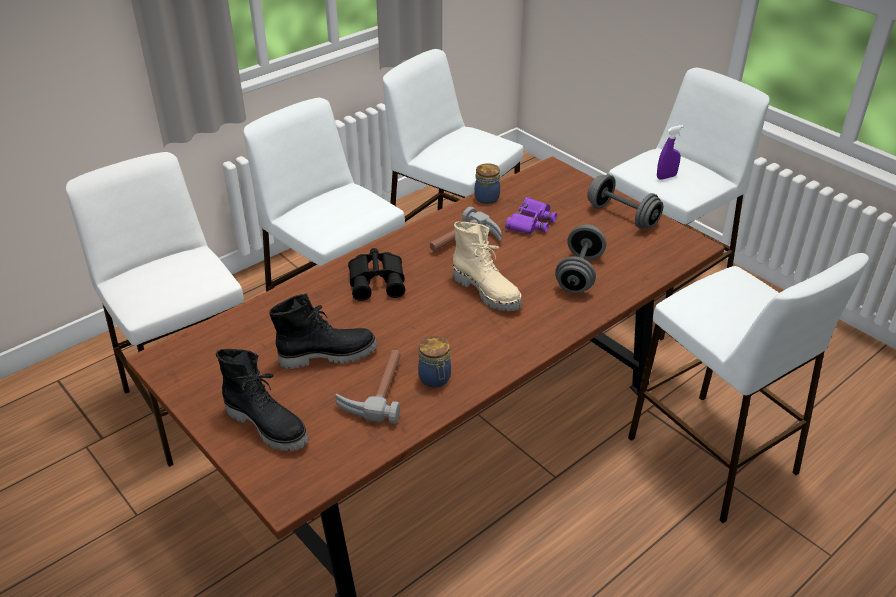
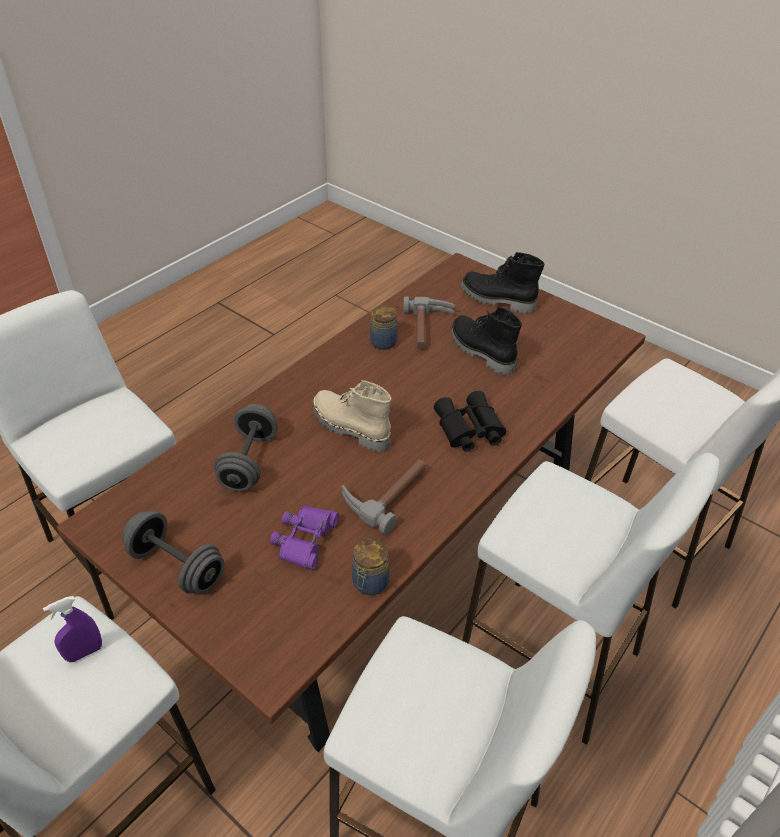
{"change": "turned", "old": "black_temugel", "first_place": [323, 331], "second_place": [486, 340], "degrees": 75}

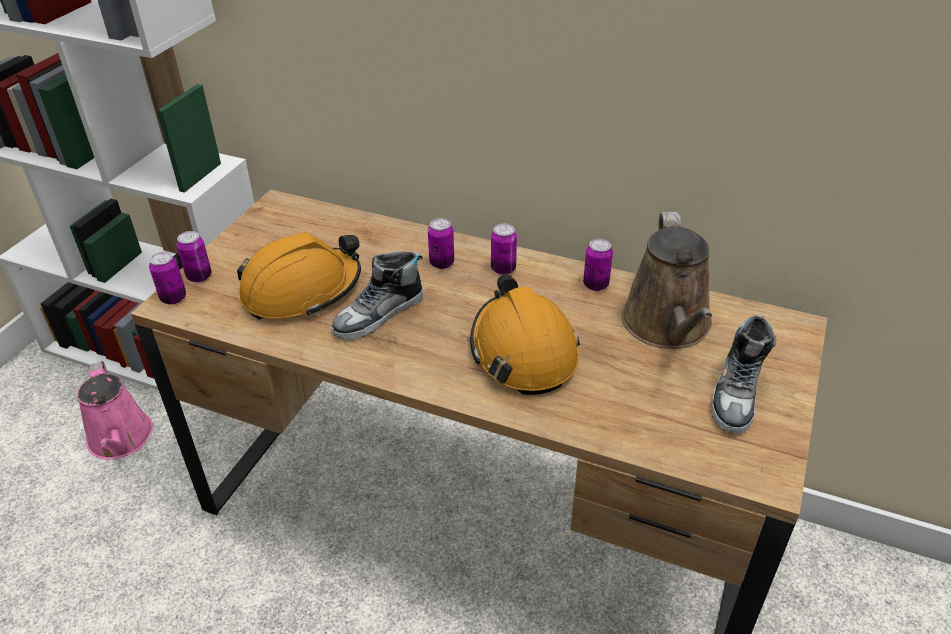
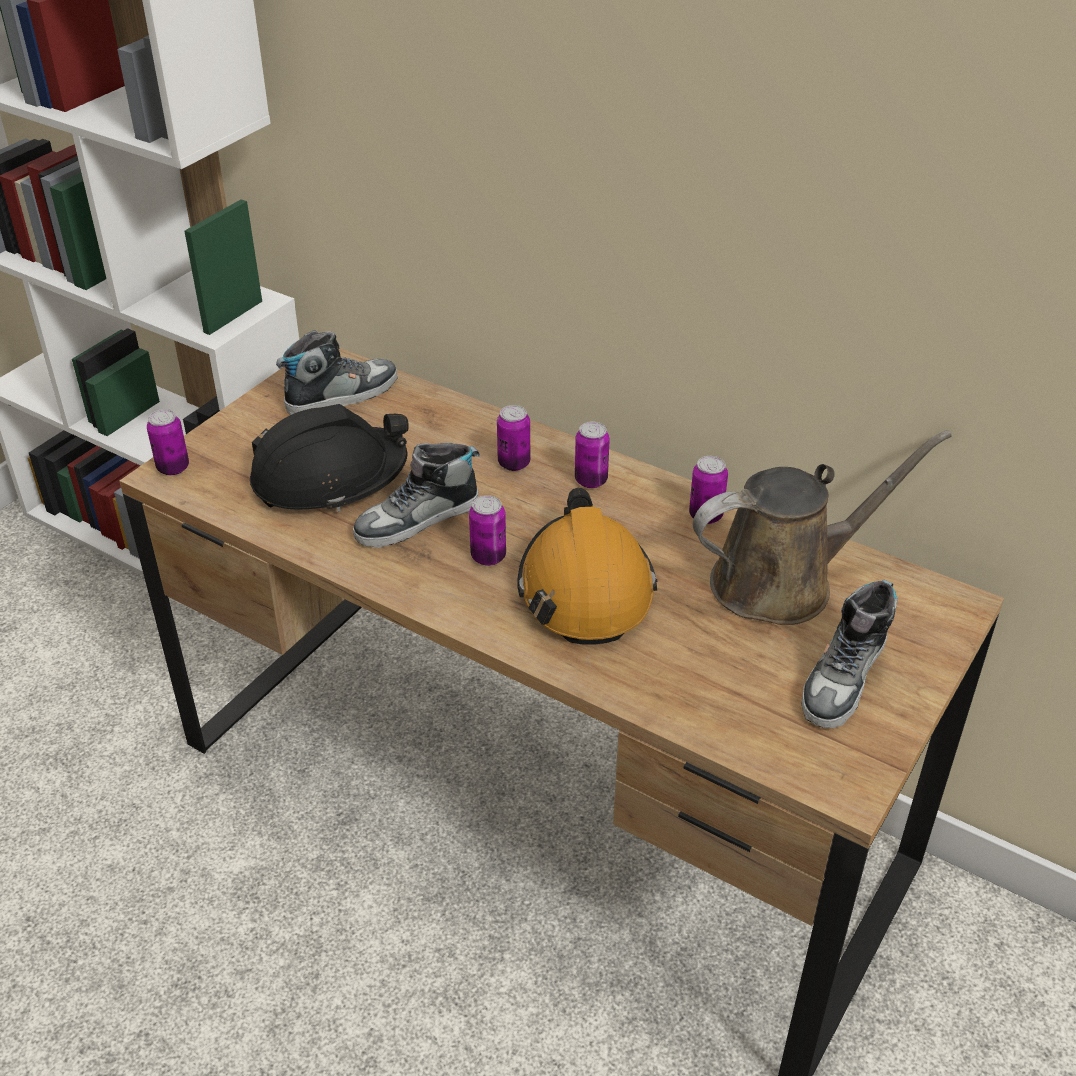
{"change": "turned", "old": "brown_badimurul", "first_place": [666, 280], "second_place": [822, 527], "degrees": -120}
{"change": "moved", "old": "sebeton", "first_place": [194, 256], "second_place": [487, 530]}
{"change": "recoloured", "old": "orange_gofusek", "new": "black_gofusek", "first_place": [299, 275], "second_place": [329, 458]}
{"change": "removed", "old": "pink_badimurul", "first_place": [115, 410]}
{"change": "added", "new": "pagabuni", "second_place": [337, 372]}

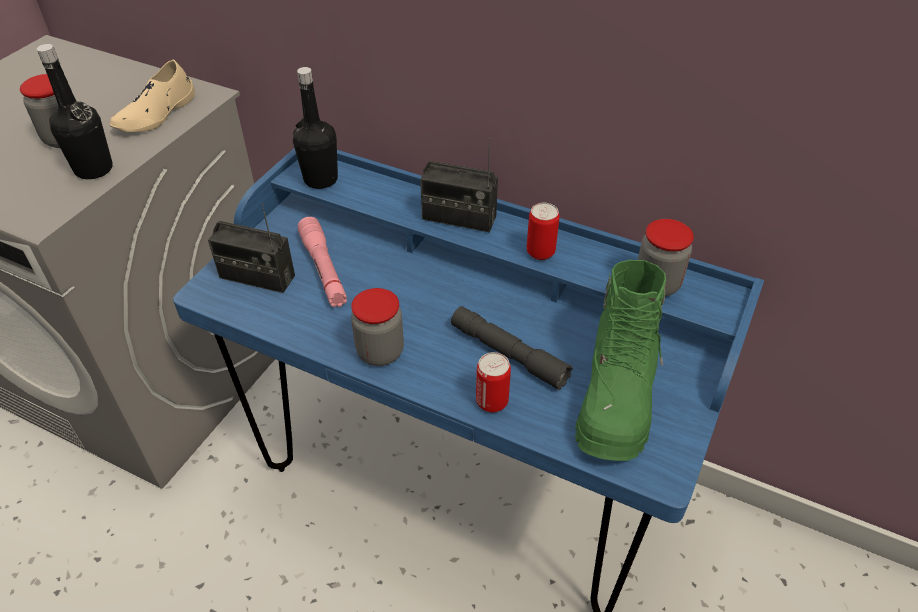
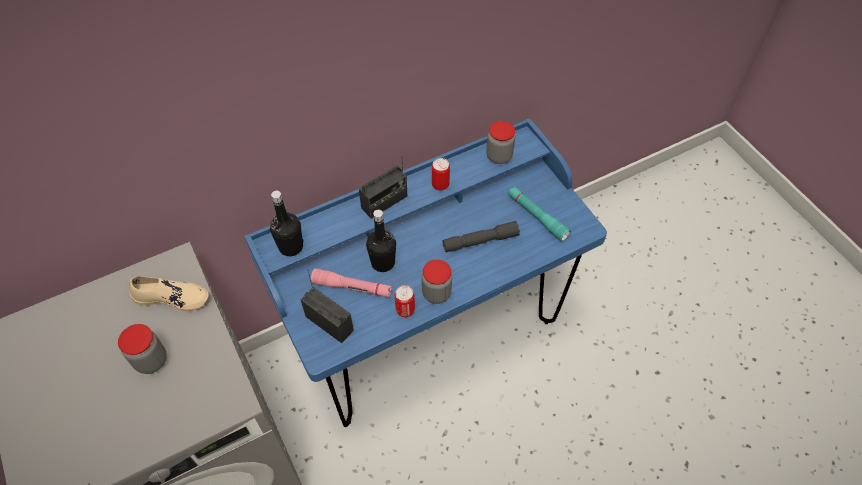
{"change": "moved", "old": "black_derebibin", "first_place": [75, 111], "second_place": [381, 241]}
{"change": "turned", "old": "beige_pagabuni", "first_place": [152, 96], "second_place": [169, 293], "degrees": -60}
{"change": "turned", "old": "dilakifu", "first_place": [251, 248], "second_place": [327, 306], "degrees": -105}
{"change": "replaced", "old": "green_temugel", "new": "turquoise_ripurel", "first_place": [620, 360], "second_place": [539, 214]}
{"change": "moved", "old": "sebeton", "first_place": [493, 382], "second_place": [405, 301]}

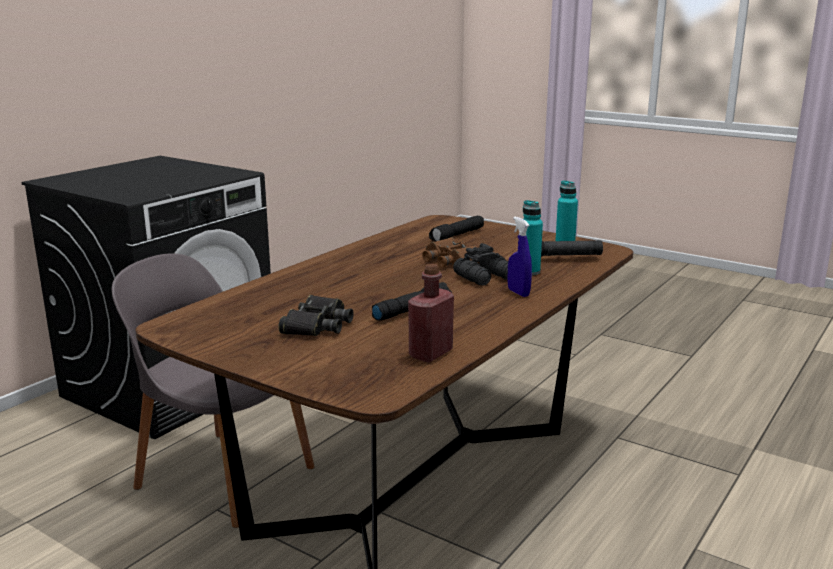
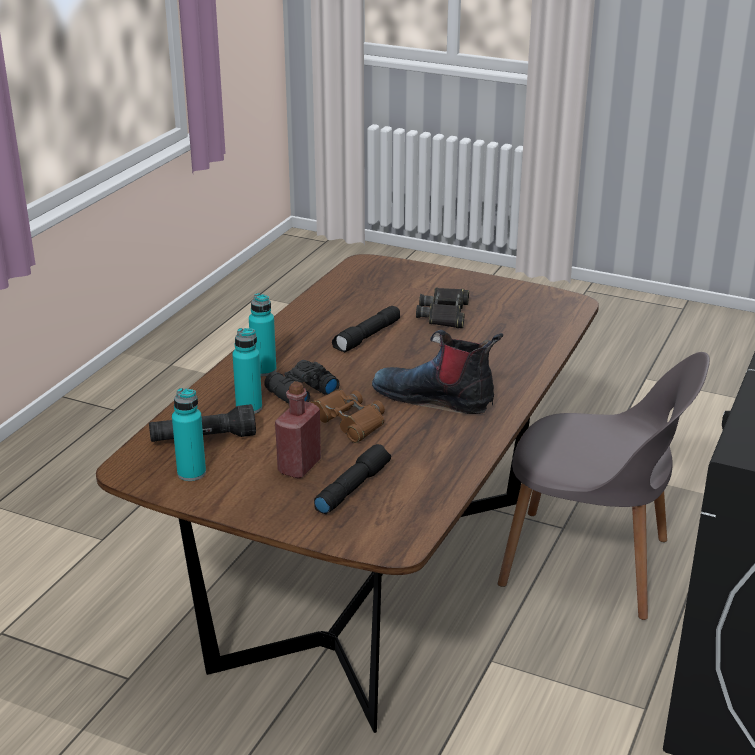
{"change": "replaced", "old": "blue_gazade", "new": "turquoise_derebibin", "first_place": [520, 257], "second_place": [262, 334]}
{"change": "moved", "old": "red_derebibin", "first_place": [431, 313], "second_place": [298, 430]}
{"change": "added", "new": "temugel", "second_place": [437, 372]}

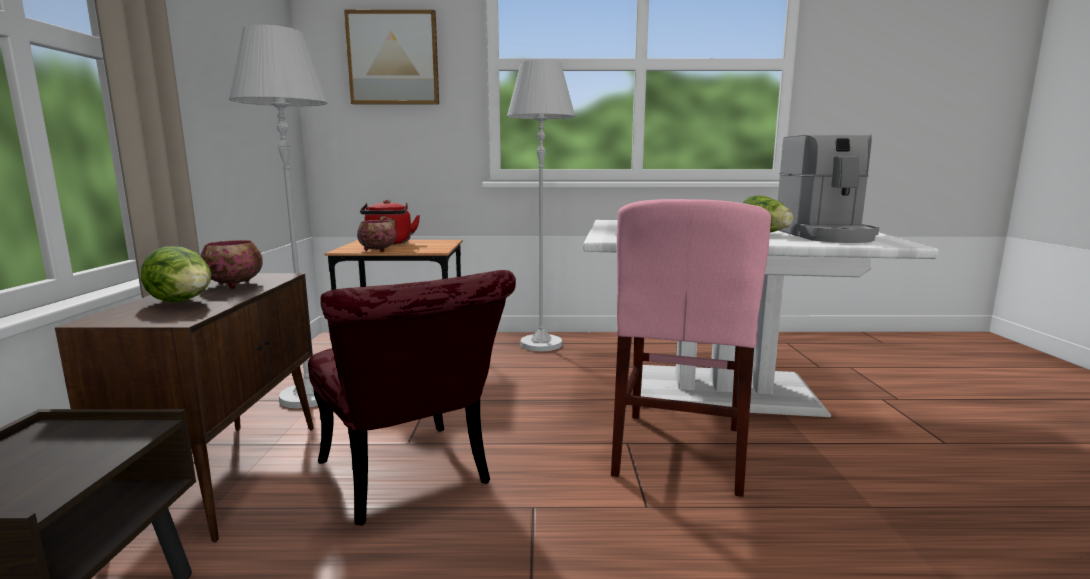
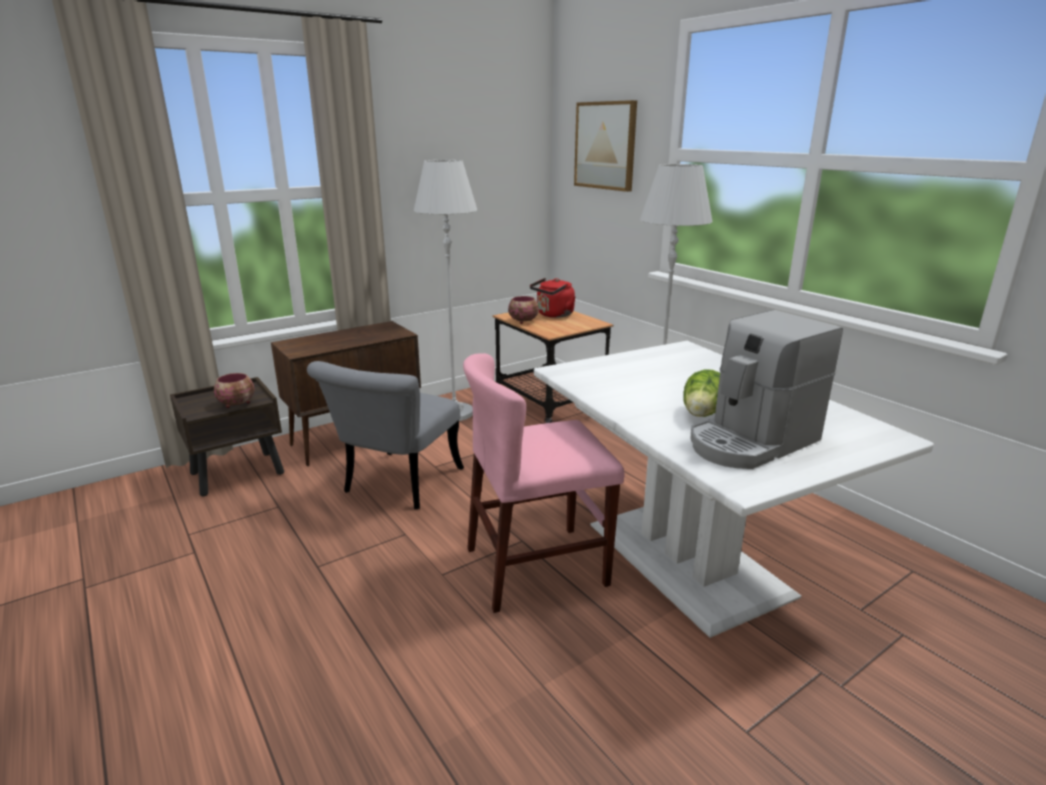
{"change": "moved", "old": "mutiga", "first_place": [231, 264], "second_place": [234, 390]}
{"change": "removed", "old": "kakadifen", "first_place": [176, 274]}
{"change": "recoloured", "old": "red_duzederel", "new": "grey_duzederel", "first_place": [412, 397], "second_place": [385, 435]}

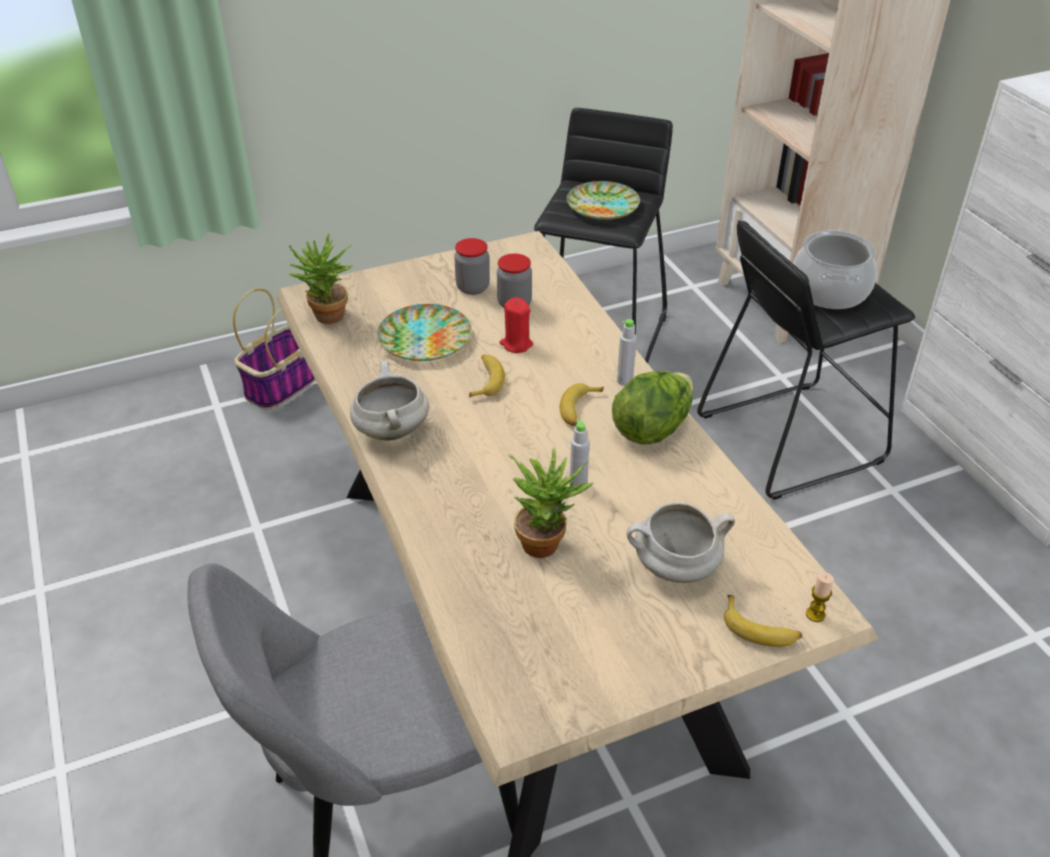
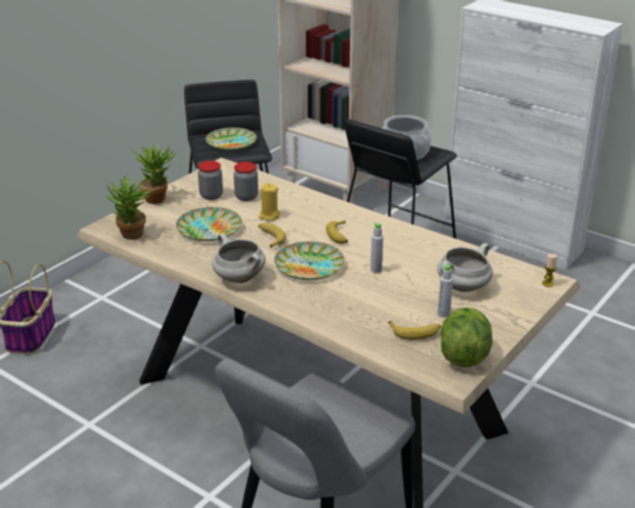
{"change": "recoloured", "old": "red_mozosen", "new": "yellow_mozosen", "first_place": [516, 325], "second_place": [270, 202]}
{"change": "moved", "old": "grey_derebibin", "first_place": [627, 352], "second_place": [445, 290]}
{"change": "moved", "old": "kakadifen", "first_place": [652, 407], "second_place": [467, 337]}
{"change": "moved", "old": "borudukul", "first_place": [550, 503], "second_place": [153, 174]}
{"change": "moved", "old": "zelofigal", "first_place": [763, 621], "second_place": [414, 330]}
{"change": "added", "new": "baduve", "second_place": [309, 260]}

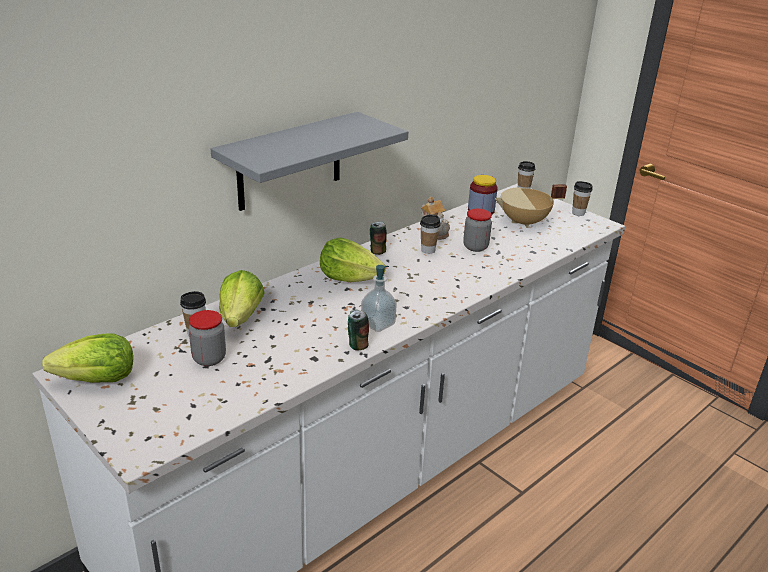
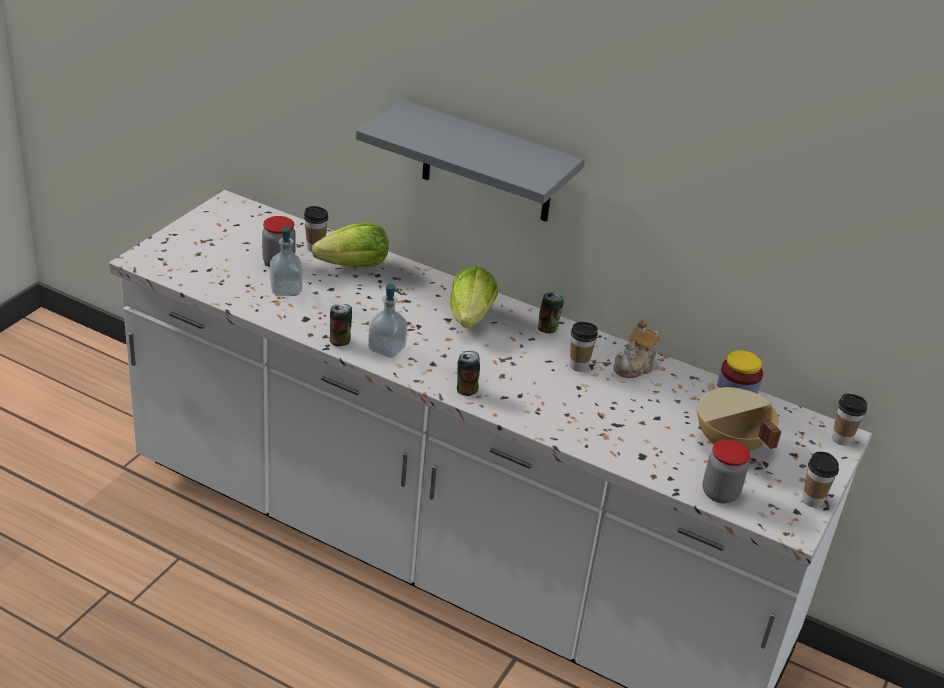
{"change": "moved", "old": "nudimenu", "first_place": [477, 230], "second_place": [726, 471]}
{"change": "removed", "old": "kakadifen", "first_place": [87, 358]}
{"change": "added", "new": "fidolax", "second_place": [286, 261]}
{"change": "added", "new": "sebeton", "second_place": [468, 373]}

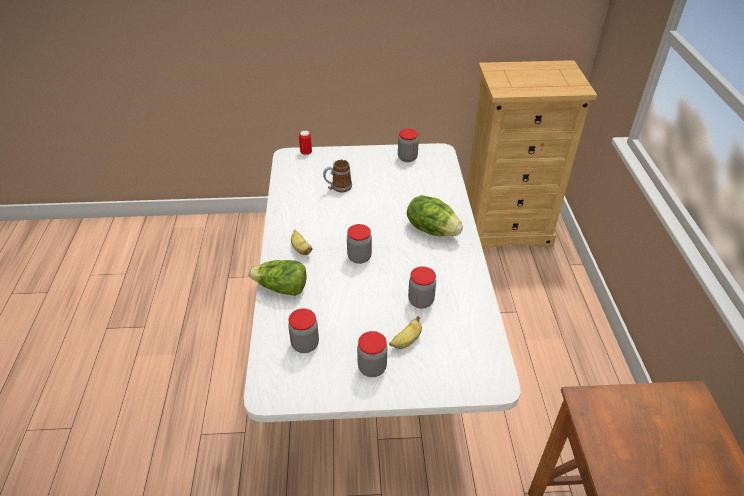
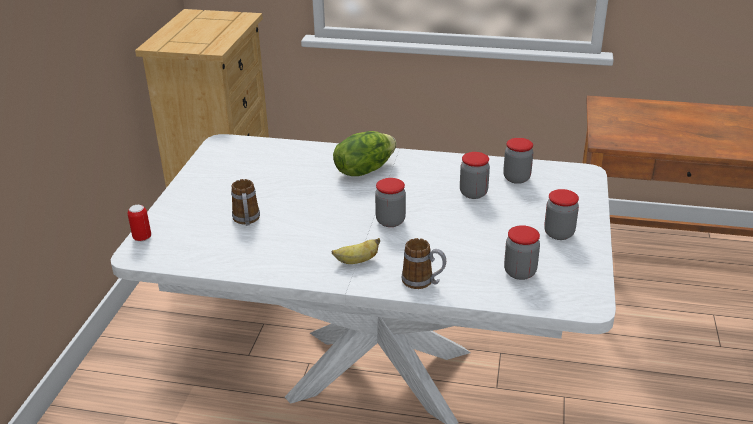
{"change": "moved", "old": "nudimenu", "first_place": [408, 145], "second_place": [518, 161]}
{"change": "replaced", "old": "kakadifen", "new": "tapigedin", "first_place": [277, 278], "second_place": [424, 263]}
{"change": "removed", "old": "zelofigal", "first_place": [405, 332]}

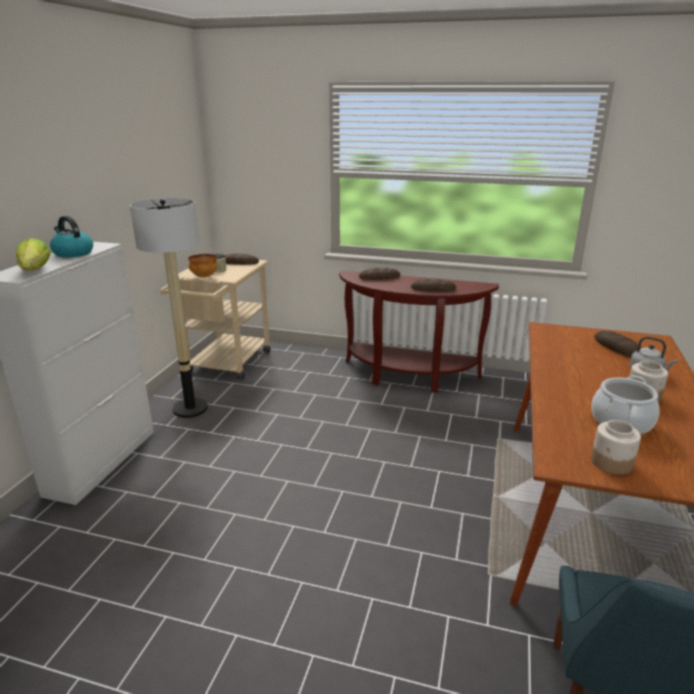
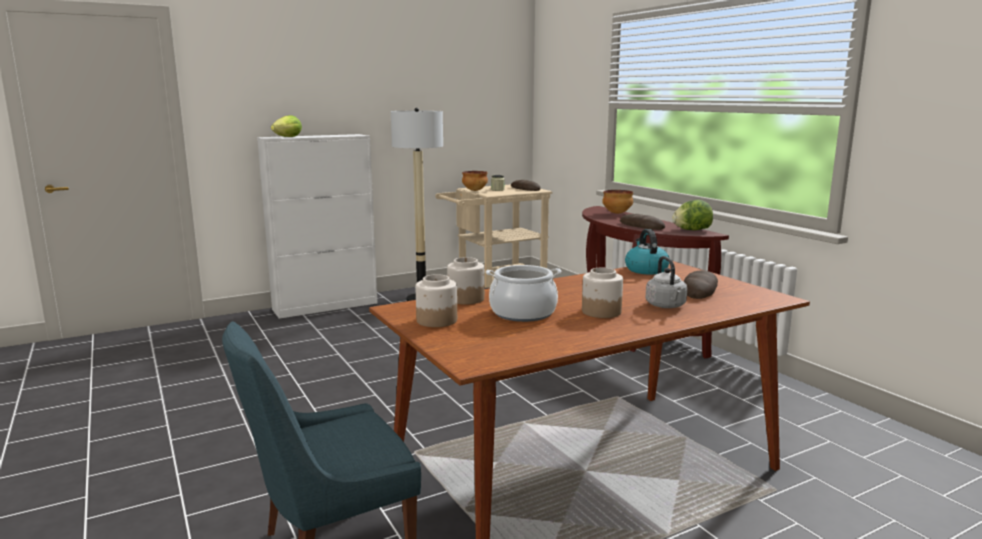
{"change": "moved", "old": "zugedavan", "first_place": [71, 237], "second_place": [647, 252]}
{"change": "replaced", "old": "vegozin", "new": "mutiga", "first_place": [379, 274], "second_place": [617, 202]}
{"change": "added", "new": "kakadifen", "second_place": [692, 215]}
{"change": "added", "new": "nudimenu", "second_place": [466, 281]}

